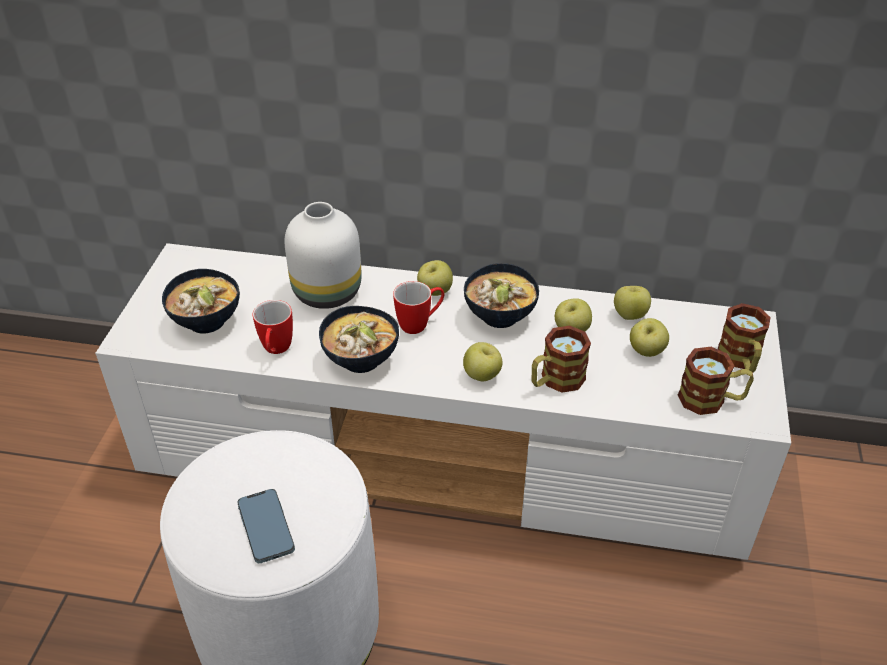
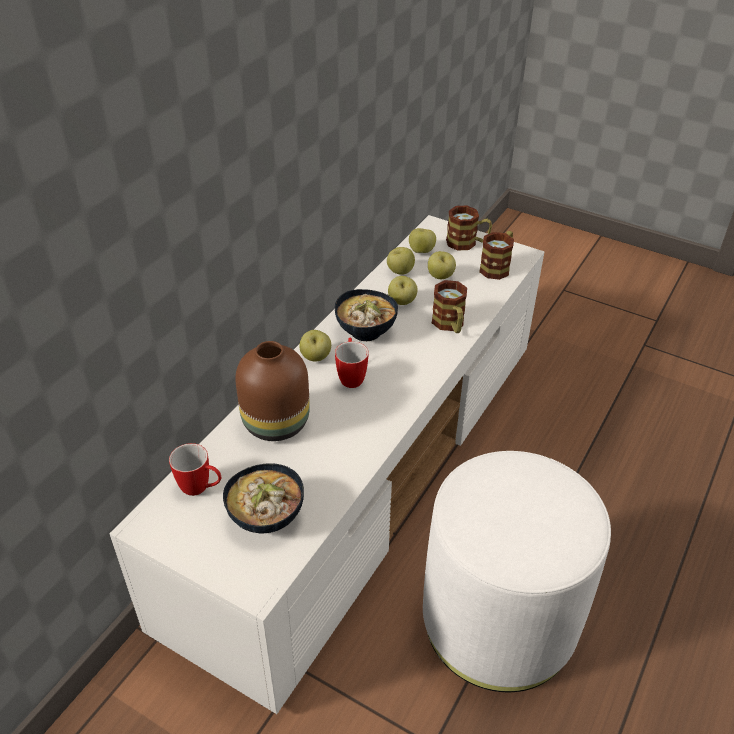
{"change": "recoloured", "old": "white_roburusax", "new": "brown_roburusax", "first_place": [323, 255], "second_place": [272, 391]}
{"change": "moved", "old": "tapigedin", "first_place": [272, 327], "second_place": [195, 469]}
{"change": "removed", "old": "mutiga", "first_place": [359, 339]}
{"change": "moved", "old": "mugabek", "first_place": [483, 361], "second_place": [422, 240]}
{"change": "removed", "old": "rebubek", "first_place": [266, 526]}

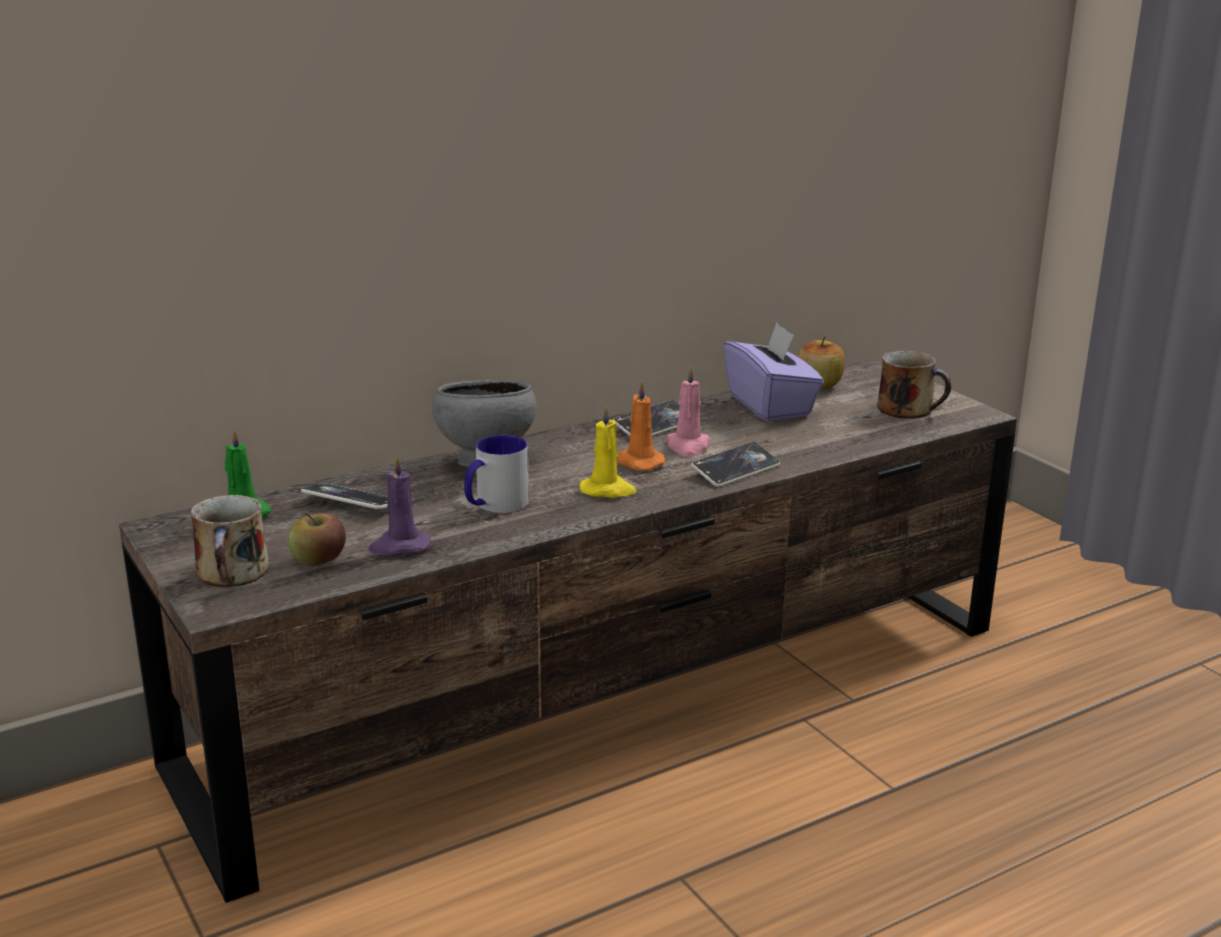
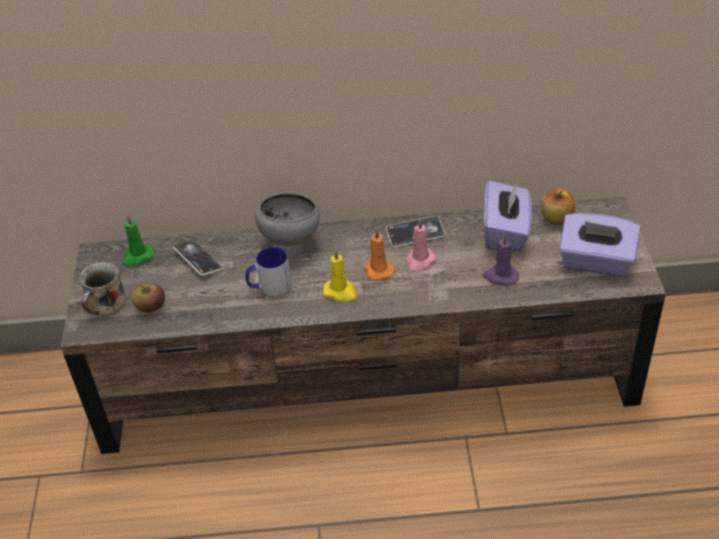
{"change": "replaced", "old": "tapigedin", "new": "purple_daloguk", "first_place": [914, 385], "second_place": [599, 245]}
{"change": "removed", "old": "rebubek", "first_place": [735, 464]}
{"change": "moved", "old": "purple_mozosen", "first_place": [399, 505], "second_place": [501, 260]}

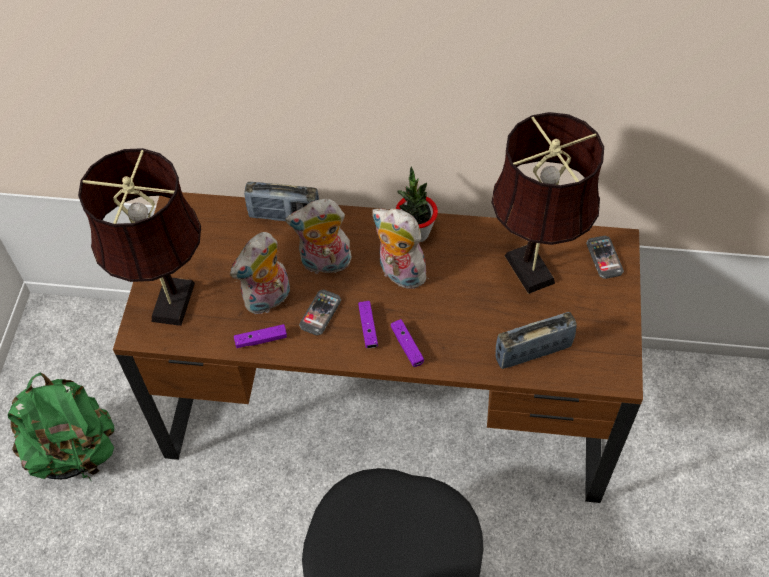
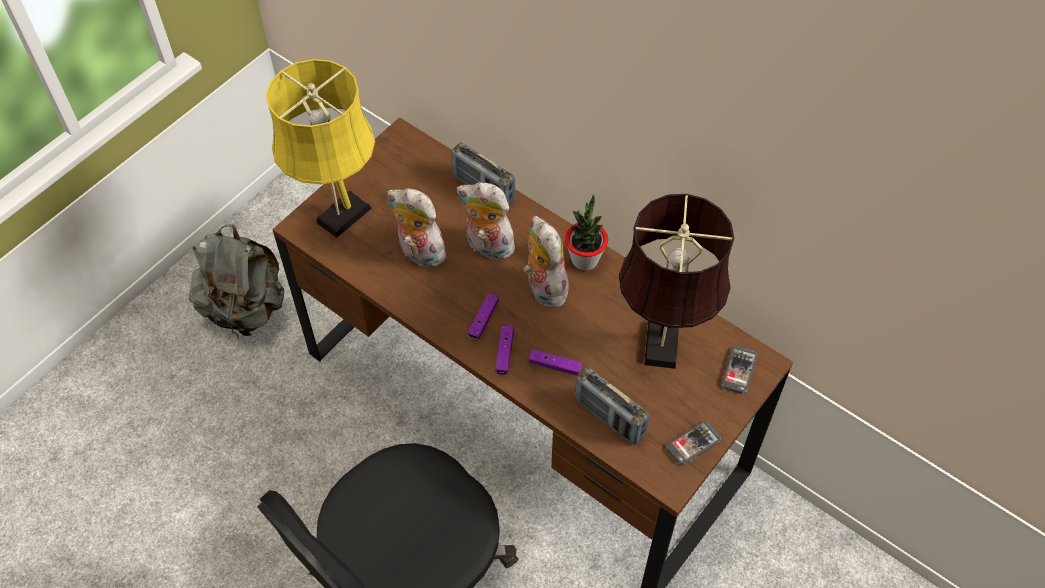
{"change": "recoloured", "old": "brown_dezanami", "new": "yellow_dezanami", "first_place": [139, 237], "second_place": [320, 148]}
{"change": "turned", "old": "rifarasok", "first_place": [260, 273], "second_place": [416, 227], "degrees": 45}
{"change": "moved", "old": "rebubek", "first_place": [320, 312], "second_place": [694, 443]}
{"change": "turned", "old": "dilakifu", "first_place": [536, 340], "second_place": [612, 406], "degrees": -150}
{"change": "moved", "old": "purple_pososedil", "first_place": [260, 336], "second_place": [555, 362]}
{"change": "recoloured", "old": "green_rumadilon", "new": "grey_rumadilon", "first_place": [61, 426], "second_place": [236, 282]}

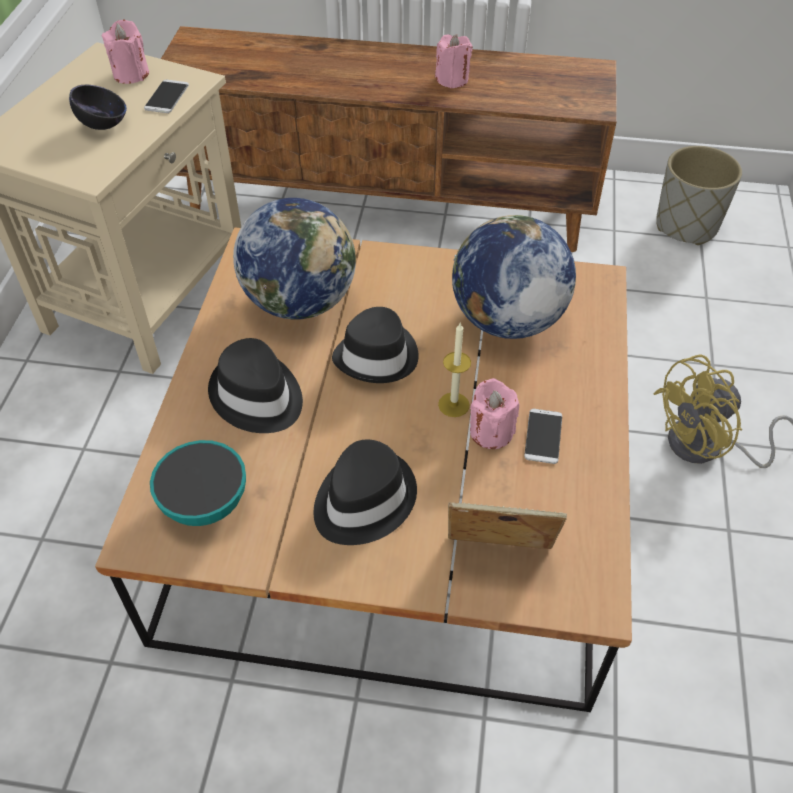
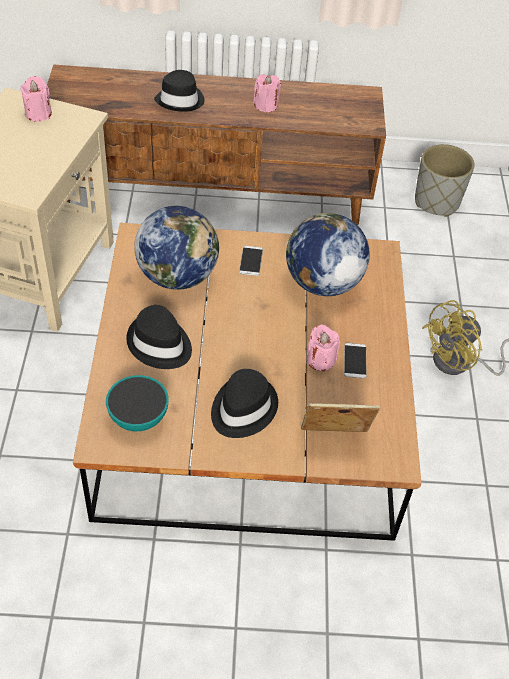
{"change": "moved", "old": "rebubek", "first_place": [166, 96], "second_place": [251, 261]}
{"change": "removed", "old": "black_mutiga", "first_place": [98, 107]}
{"change": "moved", "old": "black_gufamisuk", "first_place": [375, 345], "second_place": [179, 91]}
{"change": "removed", "old": "mozosen", "first_place": [454, 370]}

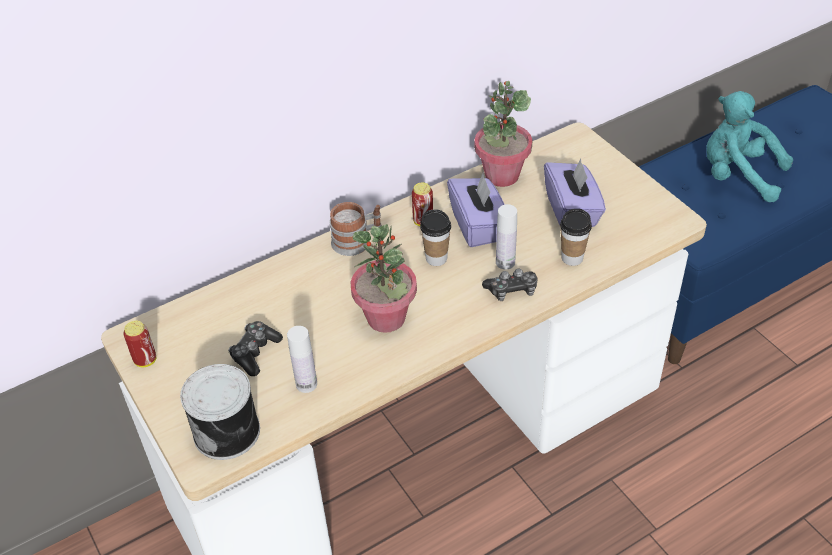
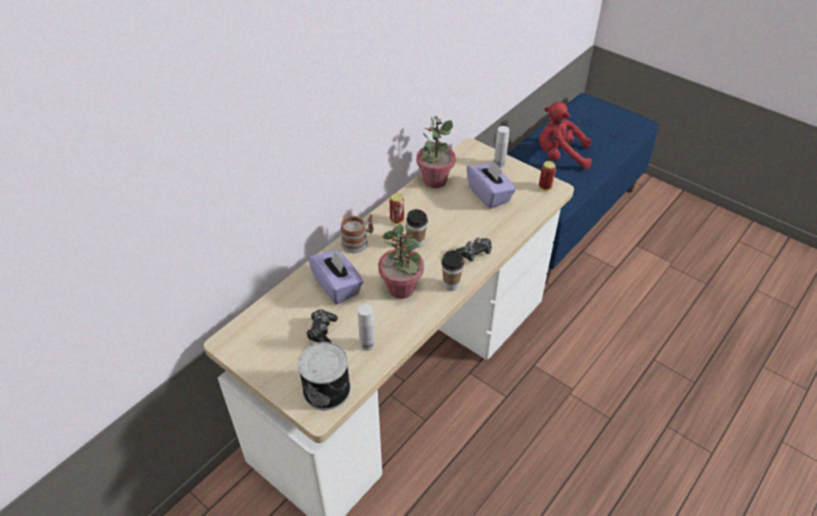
{"change": "recoloured", "old": "turquoise_rifarasok", "new": "red_rifarasok", "first_place": [749, 146], "second_place": [565, 135]}
{"change": "moved", "old": "purple_daloguk", "first_place": [476, 210], "second_place": [335, 276]}
{"change": "moved", "old": "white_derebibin", "first_place": [506, 236], "second_place": [501, 147]}
{"change": "moved", "old": "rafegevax", "first_place": [576, 237], "second_place": [452, 270]}
{"change": "moved", "old": "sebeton", "first_place": [139, 344], "second_place": [547, 176]}

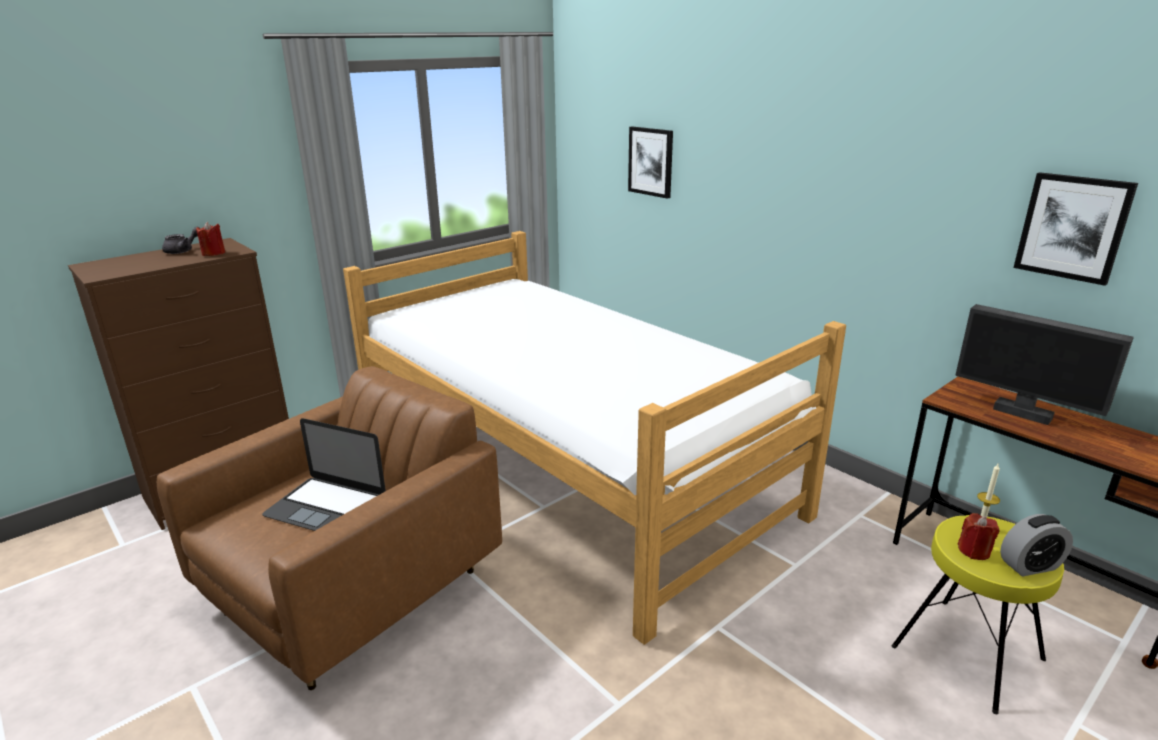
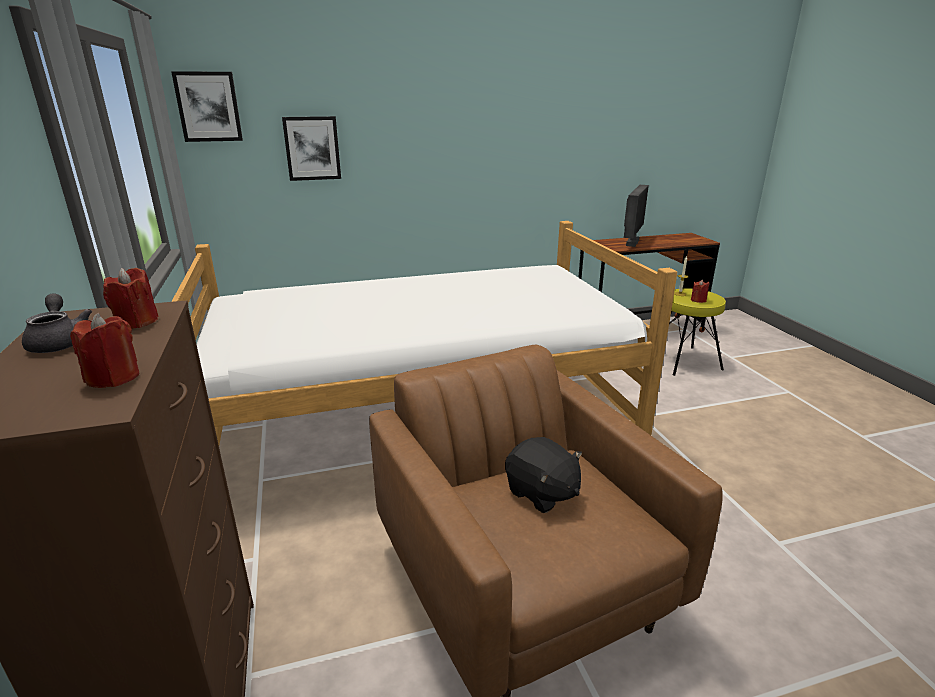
{"change": "moved", "old": "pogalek", "first_place": [1075, 229], "second_place": [207, 106]}
{"change": "turned", "old": "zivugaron", "first_place": [1044, 364], "second_place": [636, 216], "degrees": -45}
{"change": "replaced", "old": "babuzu", "new": "black_rifarasok", "first_place": [324, 474], "second_place": [543, 475]}
{"change": "removed", "old": "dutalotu", "first_place": [1036, 545]}
{"change": "added", "new": "red_mozosen", "second_place": [105, 350]}

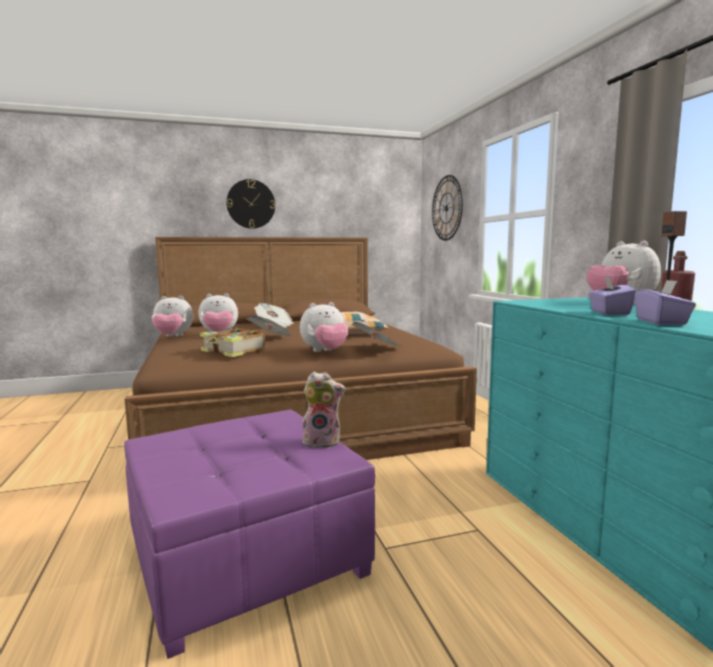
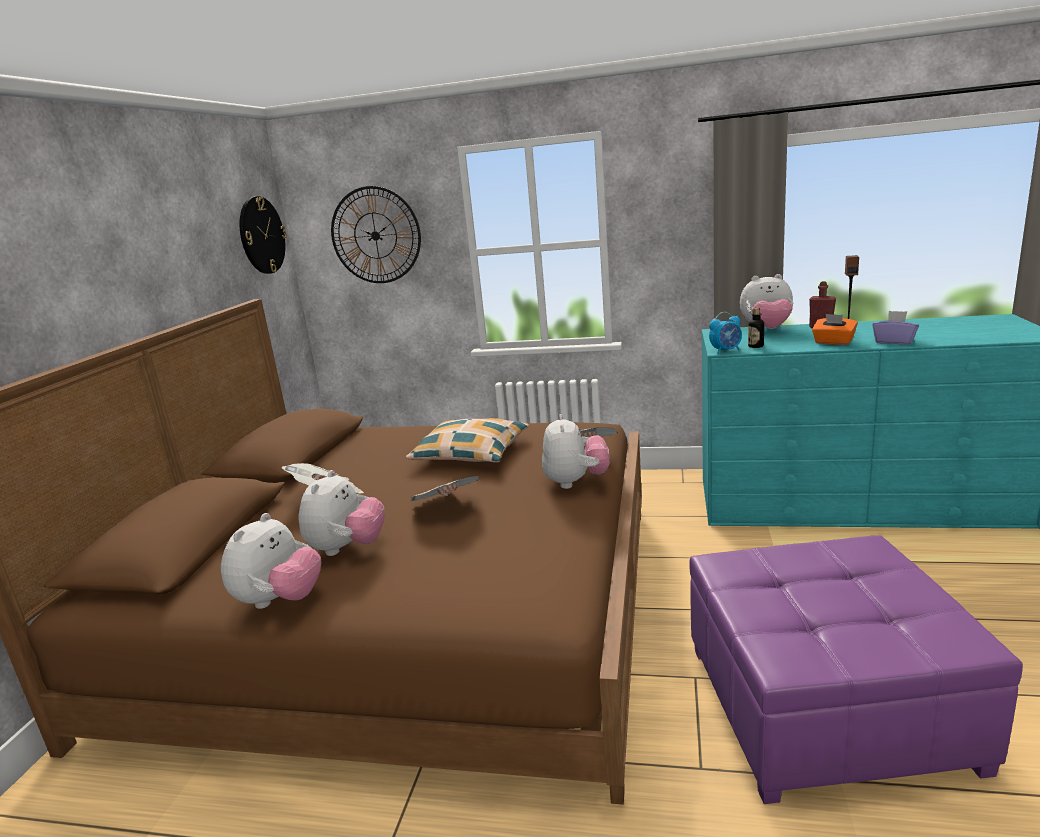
{"change": "moved", "old": "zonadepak", "first_place": [250, 204], "second_place": [263, 235]}
{"change": "recoloured", "old": "purple_daloguk", "new": "orange_daloguk", "first_place": [612, 295], "second_place": [835, 329]}
{"change": "removed", "old": "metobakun", "first_place": [232, 342]}
{"change": "removed", "old": "rifarasok", "first_place": [324, 410]}
{"change": "added", "new": "derebibin", "second_place": [756, 328]}
{"change": "added", "new": "dutalotu", "second_place": [725, 333]}

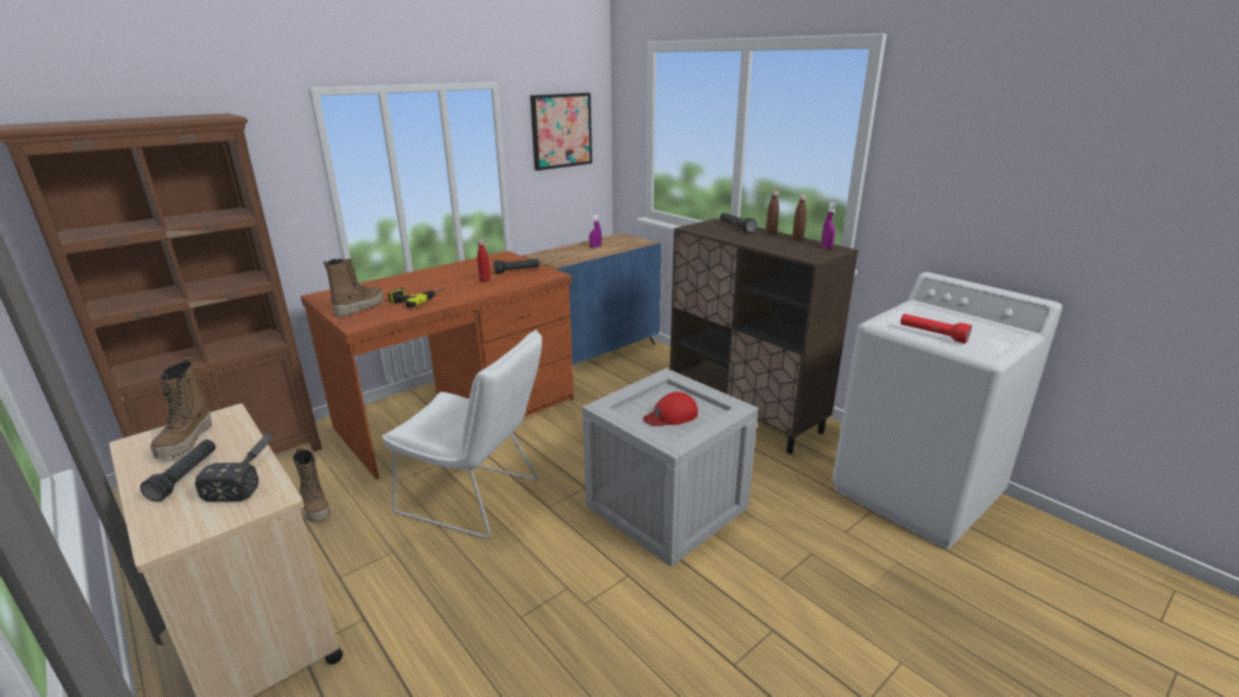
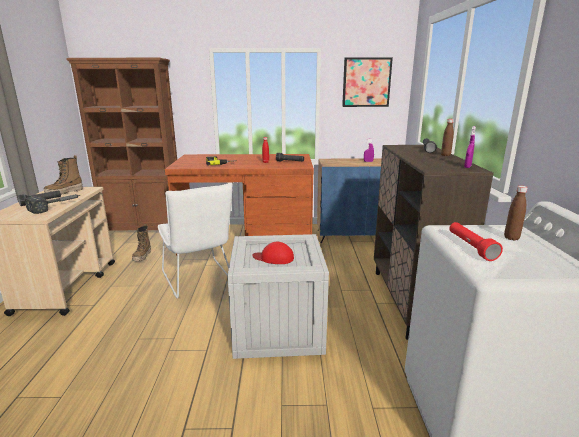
{"change": "moved", "old": "brown_derebibin", "first_place": [799, 218], "second_place": [516, 213]}
{"change": "removed", "old": "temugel", "first_place": [353, 288]}

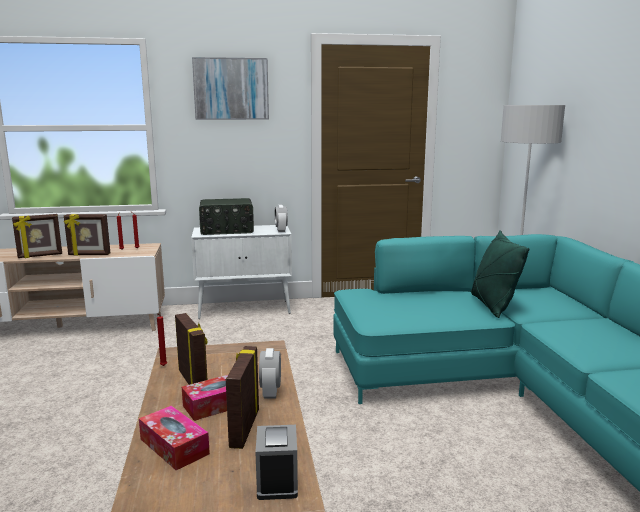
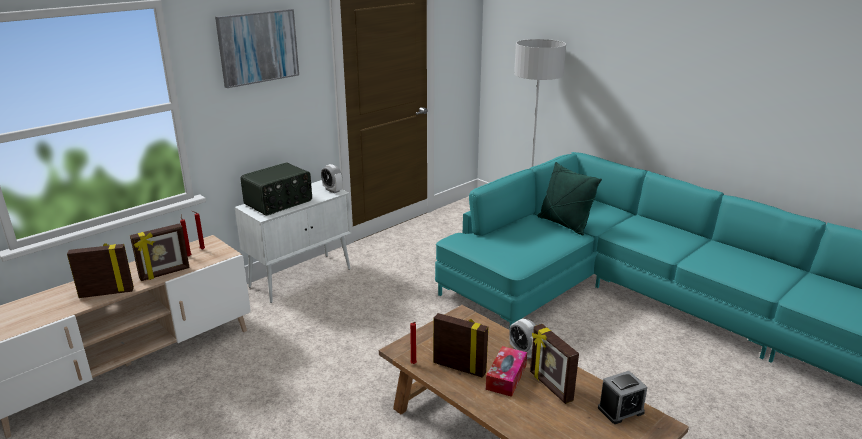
{"change": "turned", "old": "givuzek", "first_place": [37, 236], "second_place": [100, 270], "degrees": -135}
{"change": "removed", "old": "daloguk", "first_place": [174, 438]}
{"change": "turned", "old": "dutalotu", "first_place": [276, 462], "second_place": [622, 397], "degrees": -75}

